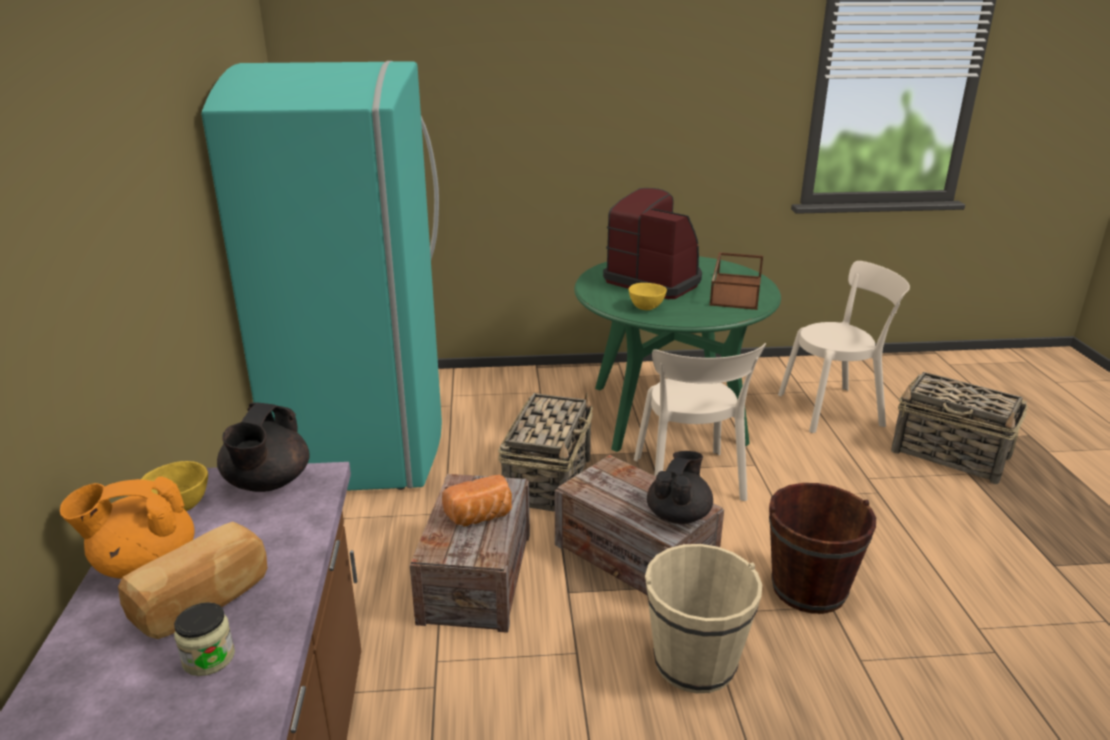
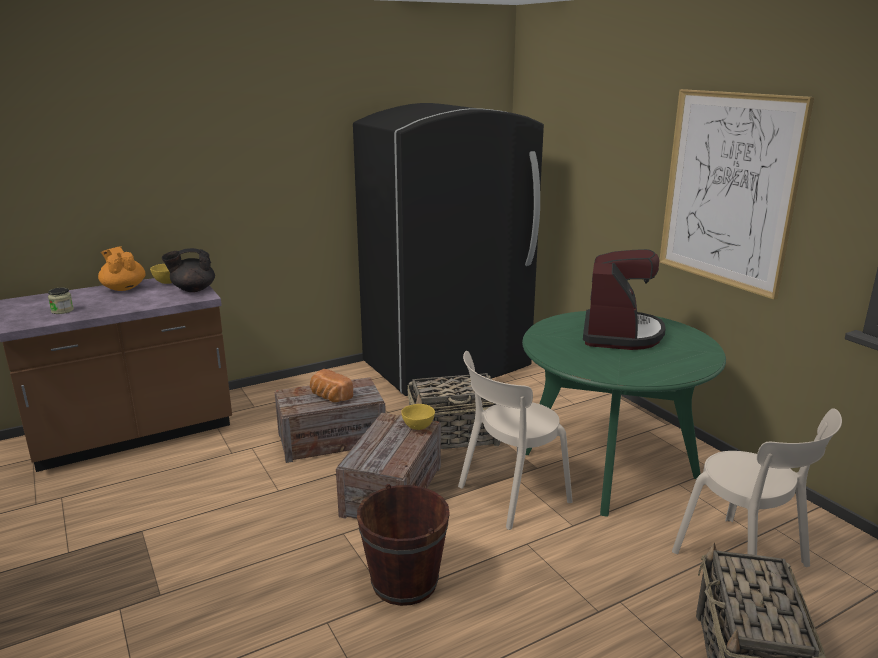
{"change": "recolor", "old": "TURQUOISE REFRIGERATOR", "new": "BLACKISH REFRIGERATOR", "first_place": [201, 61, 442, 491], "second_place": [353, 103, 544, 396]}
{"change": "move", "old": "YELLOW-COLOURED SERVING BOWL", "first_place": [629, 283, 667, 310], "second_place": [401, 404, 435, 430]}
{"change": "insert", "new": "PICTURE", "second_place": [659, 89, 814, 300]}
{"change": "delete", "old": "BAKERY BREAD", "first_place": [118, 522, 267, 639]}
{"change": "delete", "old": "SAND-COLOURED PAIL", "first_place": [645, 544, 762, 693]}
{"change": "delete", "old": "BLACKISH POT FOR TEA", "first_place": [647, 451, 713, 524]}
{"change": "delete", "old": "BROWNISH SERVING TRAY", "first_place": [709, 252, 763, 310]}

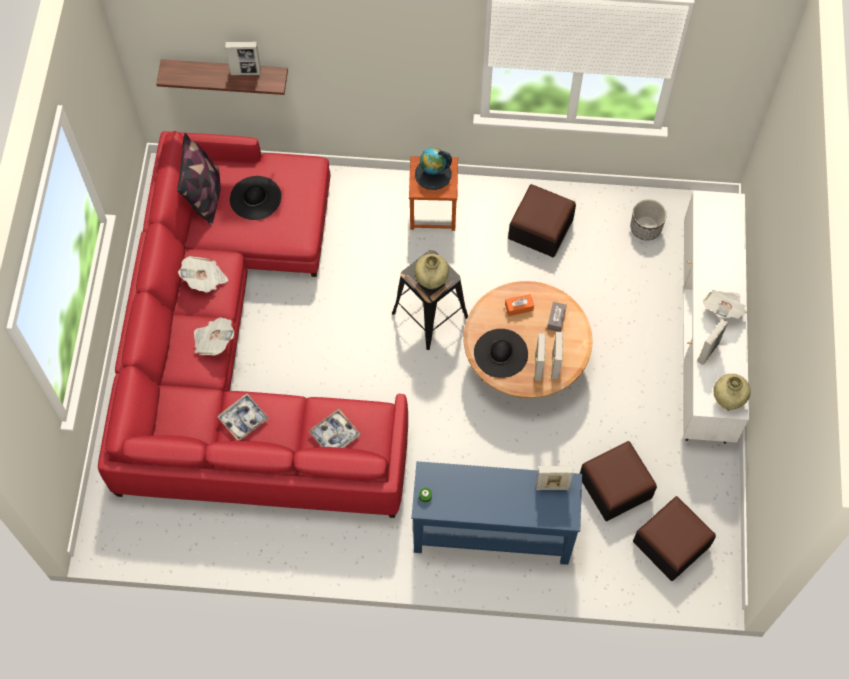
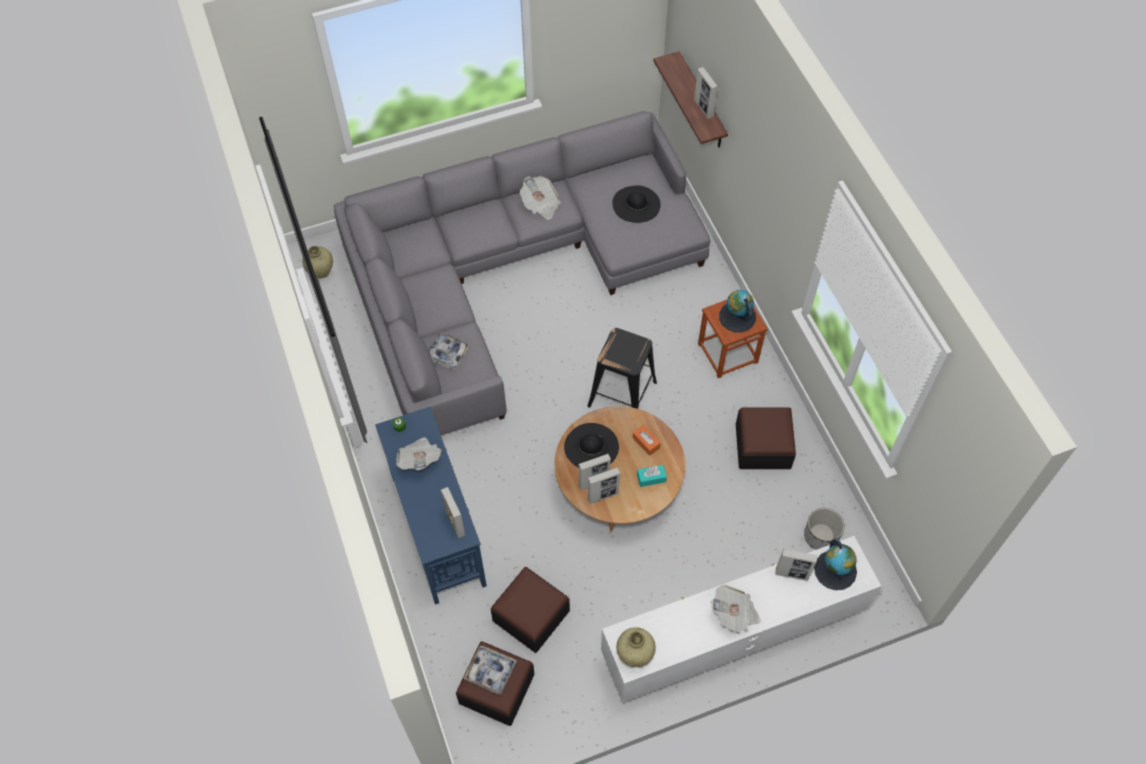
{"change": "move", "old": "SAND-COLOURED DECORATIVE VASE", "first_place": [414, 254, 449, 289], "second_place": [302, 246, 333, 279]}
{"change": "recolor", "old": "RED-COLOURED SOFA", "new": "GREYISH SOFA", "first_place": [98, 131, 408, 518], "second_place": [334, 111, 710, 435]}
{"change": "move", "old": "DAILY PAPER", "first_place": [194, 317, 234, 356], "second_place": [396, 438, 442, 471]}
{"change": "move", "old": "SERVING TRAY", "first_place": [218, 394, 269, 440], "second_place": [463, 645, 517, 695]}
{"change": "recolor", "old": "GREYISH TISSUE BOX", "new": "TURQUOISE TISSUE BOX", "first_place": [547, 302, 567, 332], "second_place": [637, 465, 667, 487]}
{"change": "move", "old": "STANDING FRAME", "first_place": [697, 319, 728, 365], "second_place": [775, 549, 817, 581]}
{"change": "insert", "new": "WORLD GLOBE", "second_place": [814, 538, 857, 590]}
{"change": "delete", "old": "THROW PILLOW", "first_place": [177, 133, 220, 226]}

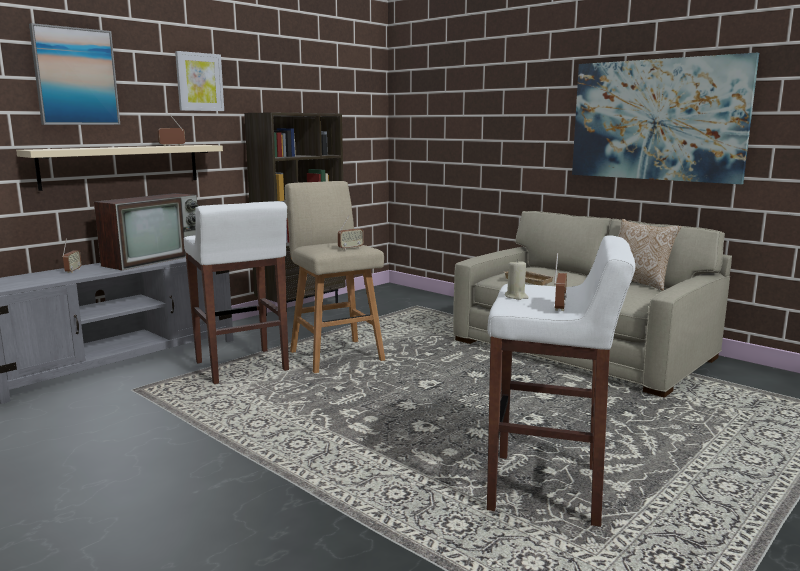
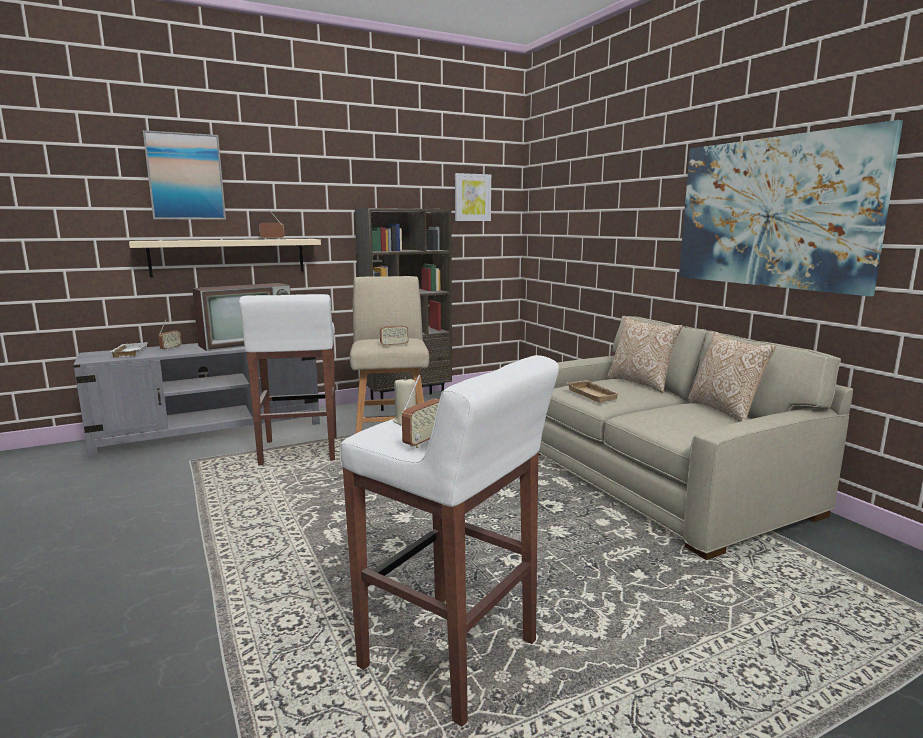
{"change": "insert", "new": "WHITE-COLOURED SERVING TRAY", "second_place": [110, 342, 148, 358]}
{"change": "move", "old": "PICTURE", "first_place": [175, 51, 224, 111], "second_place": [455, 173, 491, 221]}
{"change": "insert", "new": "THROW PILLOW", "second_place": [607, 317, 683, 393]}

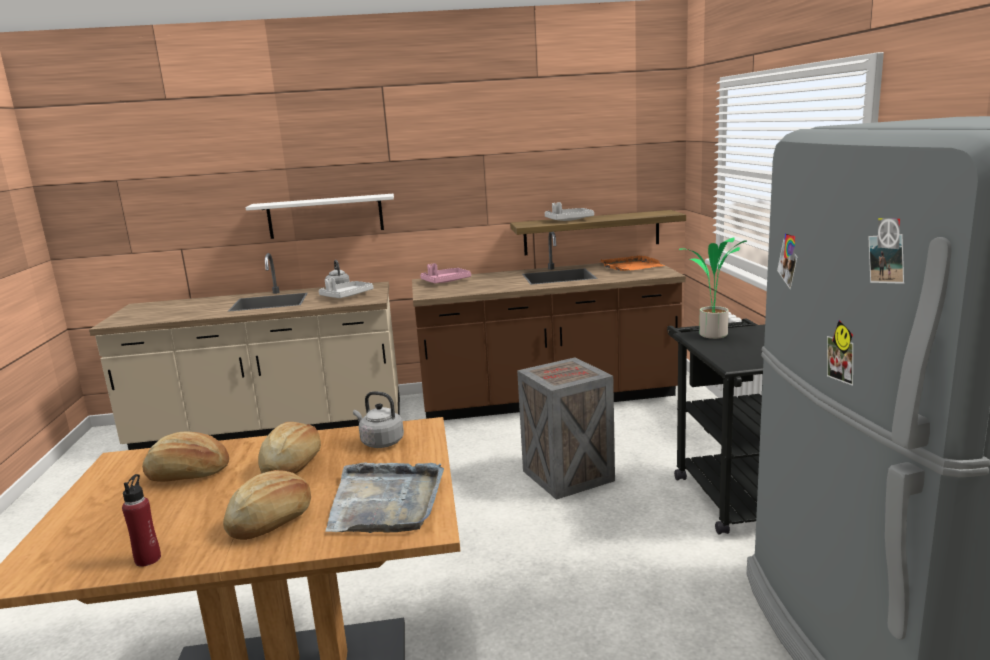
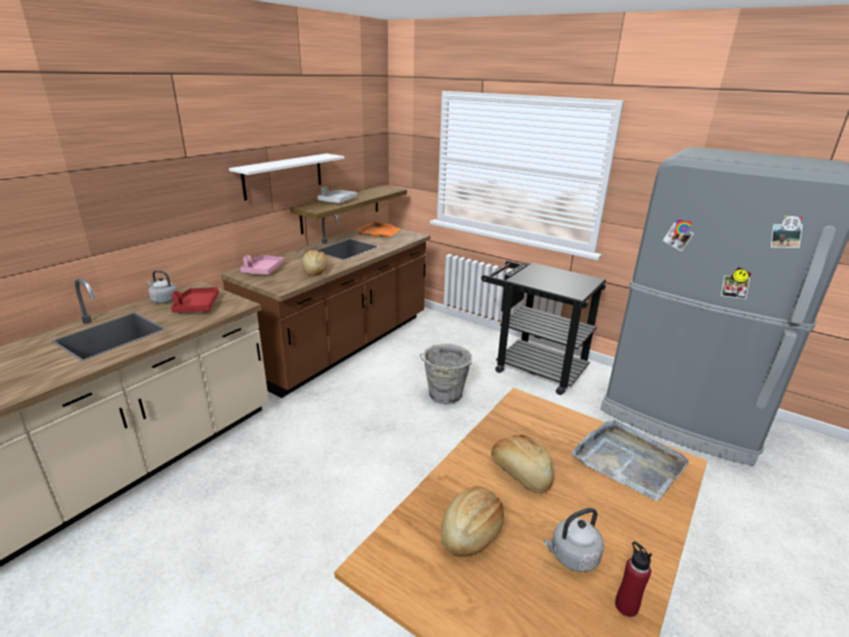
{"change": "recolor", "old": "GREYISH SERVING TRAY", "new": "RED-COLOURED SERVING TRAY", "first_place": [319, 278, 373, 298], "second_place": [171, 287, 219, 313]}
{"change": "move", "old": "WHITE-COLOURED SHELF", "first_place": [245, 194, 394, 239], "second_place": [229, 153, 345, 201]}
{"change": "move", "old": "BAKERY BREAD", "first_place": [223, 470, 311, 540], "second_place": [302, 250, 328, 276]}
{"change": "replace", "old": "SHIPPING CRATE", "new": "GREYISH PAIL", "first_place": [517, 357, 615, 500], "second_place": [420, 344, 472, 404]}
{"change": "move", "old": "GREYISH KETTLE", "first_place": [353, 391, 404, 448], "second_place": [543, 508, 604, 572]}
{"change": "delete", "old": "PLANT IN A POT", "first_place": [679, 237, 747, 339]}

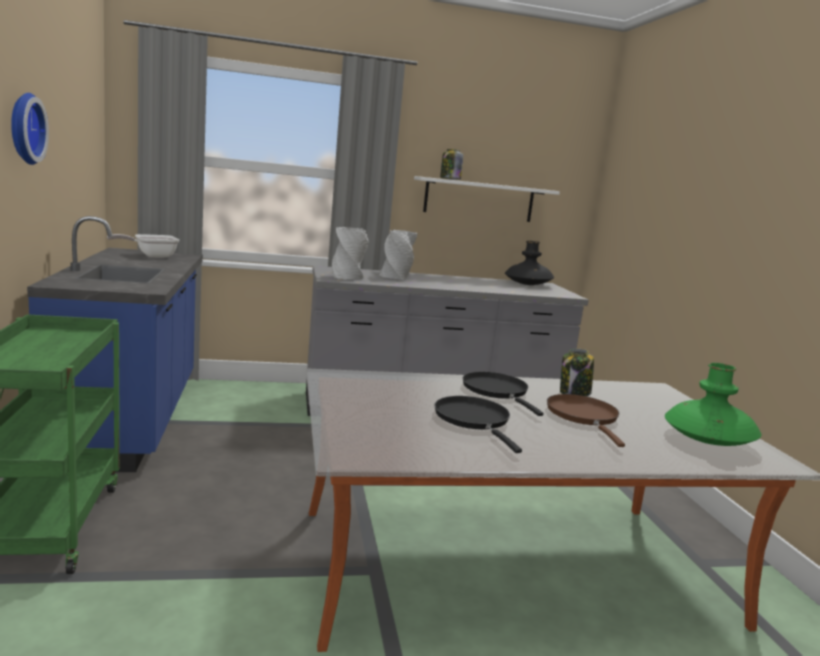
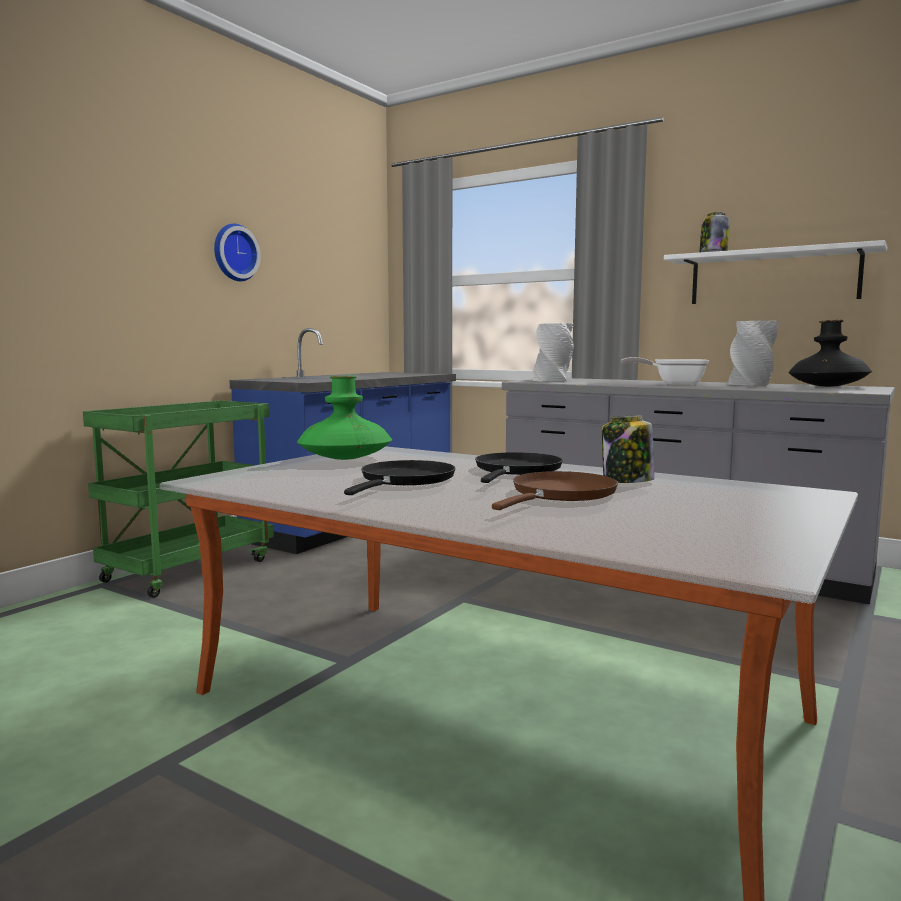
{"change": "move", "old": "GREEN-COLOURED DECORATIVE VASE", "first_place": [665, 363, 762, 446], "second_place": [297, 376, 392, 460]}
{"change": "move", "old": "PAN", "first_place": [107, 234, 179, 257], "second_place": [621, 357, 709, 385]}
{"change": "move", "old": "GREYISH DECORATIVE VASE", "first_place": [380, 230, 418, 280], "second_place": [727, 320, 779, 386]}

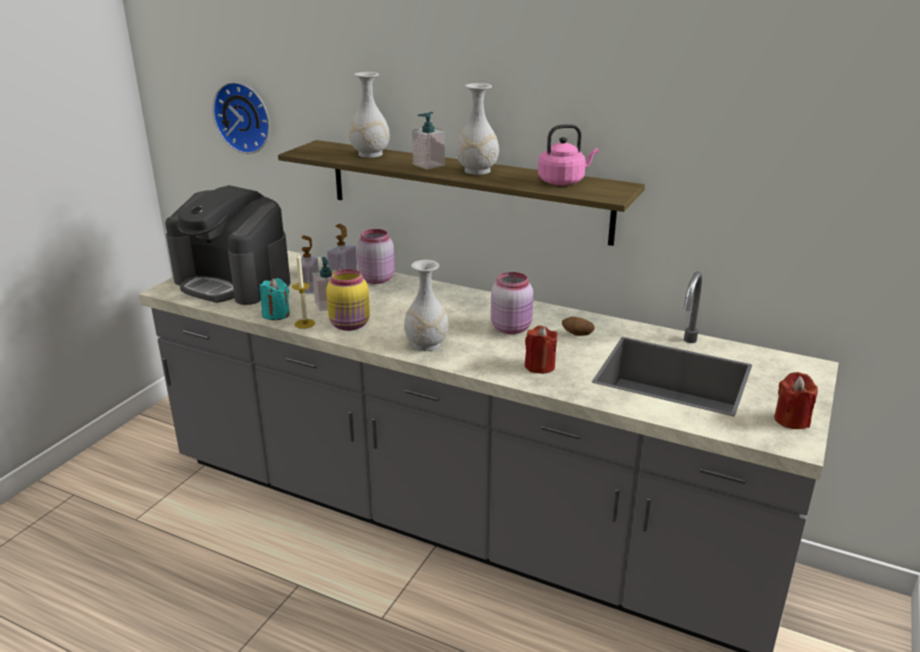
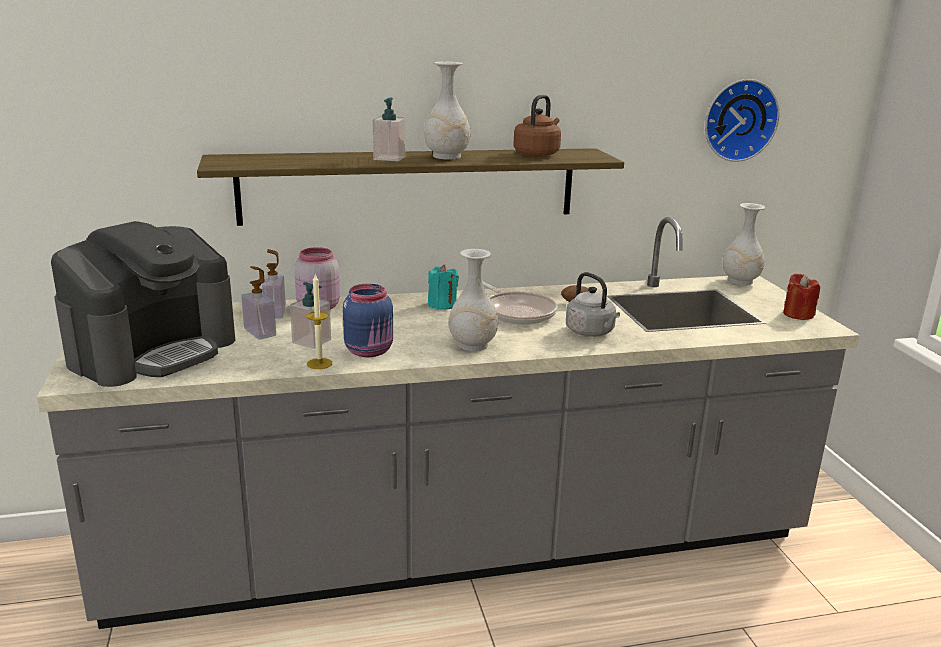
{"change": "rotate", "old": "COFFEE MACHINE", "first_place": [165, 185, 290, 305], "second_place": [51, 221, 235, 387], "degrees": -45}
{"change": "recolor", "old": "YELLOW-COLOURED STORAGE JAR", "new": "BLUE STORAGE JAR", "first_place": [326, 269, 370, 331], "second_place": [343, 284, 393, 357]}
{"change": "move", "old": "TURQUOISE WAX LIGHT", "first_place": [260, 278, 290, 320], "second_place": [428, 264, 459, 310]}
{"change": "replace", "old": "PINK STORAGE JAR", "new": "PAN", "first_place": [491, 272, 533, 334], "second_place": [482, 281, 558, 325]}
{"change": "recolor", "old": "PINK KETTLE", "new": "BROWNISH KETTLE", "first_place": [538, 124, 599, 185], "second_place": [513, 95, 561, 157]}
{"change": "replace", "old": "RED-COLOURED WAX LIGHT", "new": "GREYISH KETTLE", "first_place": [525, 326, 558, 374], "second_place": [566, 272, 620, 337]}
{"change": "move", "old": "CLOCK ON THE WALL", "first_place": [212, 82, 270, 154], "second_place": [705, 79, 779, 162]}
{"change": "move", "old": "WHITE-COLOURED DECORATIVE VASE", "first_place": [349, 72, 390, 158], "second_place": [723, 203, 765, 285]}

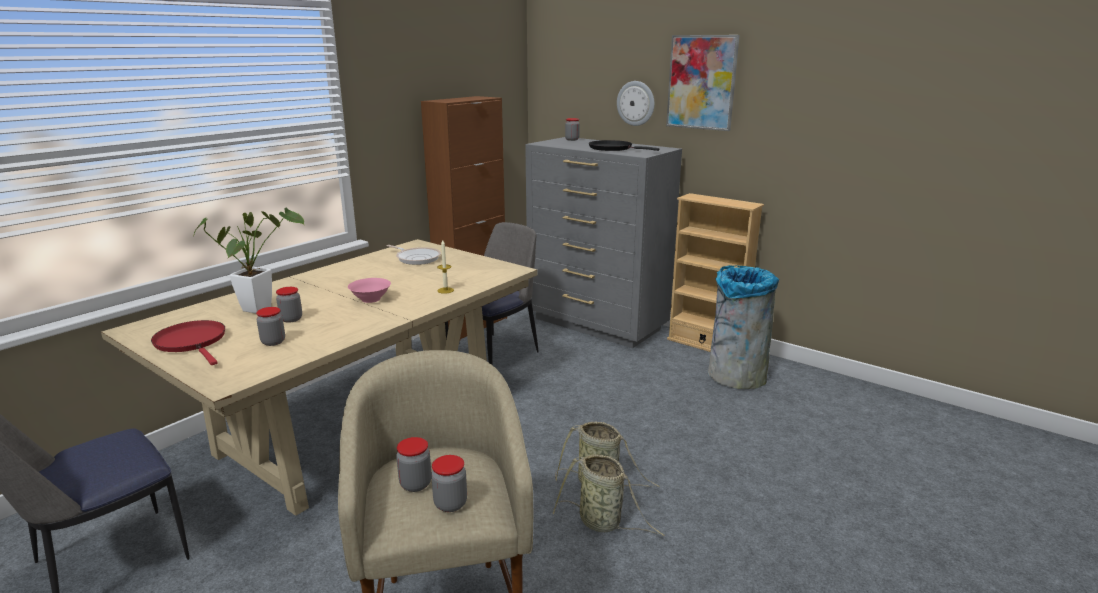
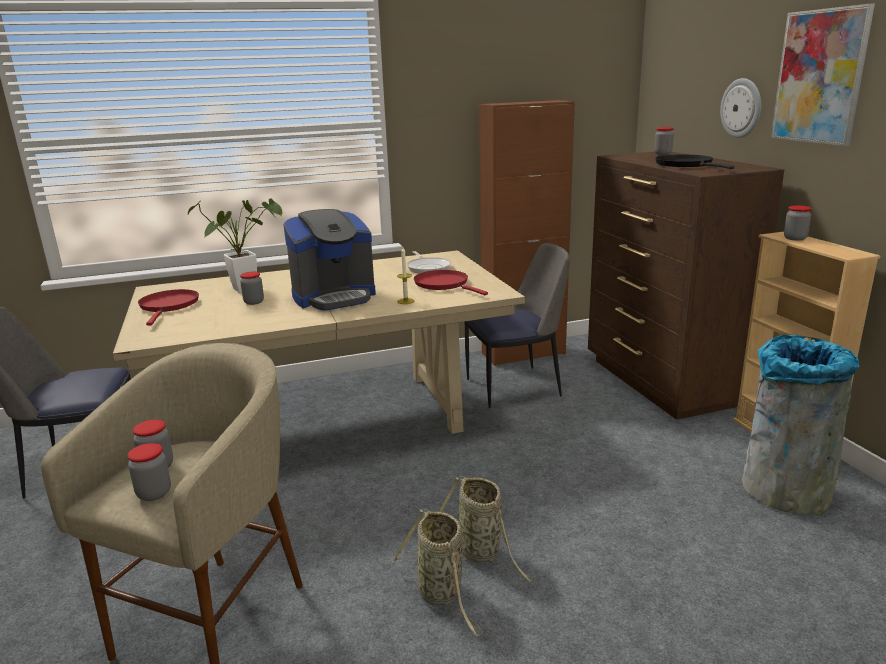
{"change": "replace", "old": "PINK SERVING BOWL", "new": "COFFEE MACHINE", "first_place": [348, 278, 391, 303], "second_place": [284, 209, 376, 311]}
{"change": "insert", "new": "RED-COLOURED PAN", "second_place": [414, 270, 488, 295]}
{"change": "recolor", "old": "GREYISH DRESSER", "new": "BROWNISH DRESSER", "first_place": [525, 137, 682, 348], "second_place": [588, 152, 784, 420]}
{"change": "move", "old": "STORAGE JAR", "first_place": [256, 307, 285, 346], "second_place": [784, 206, 812, 241]}

